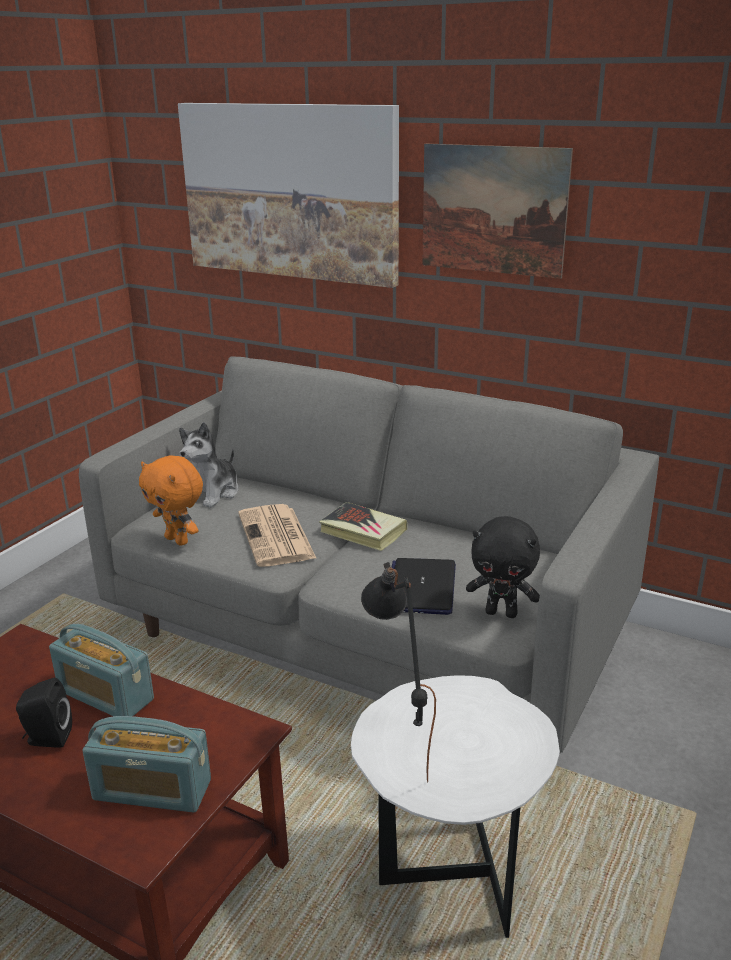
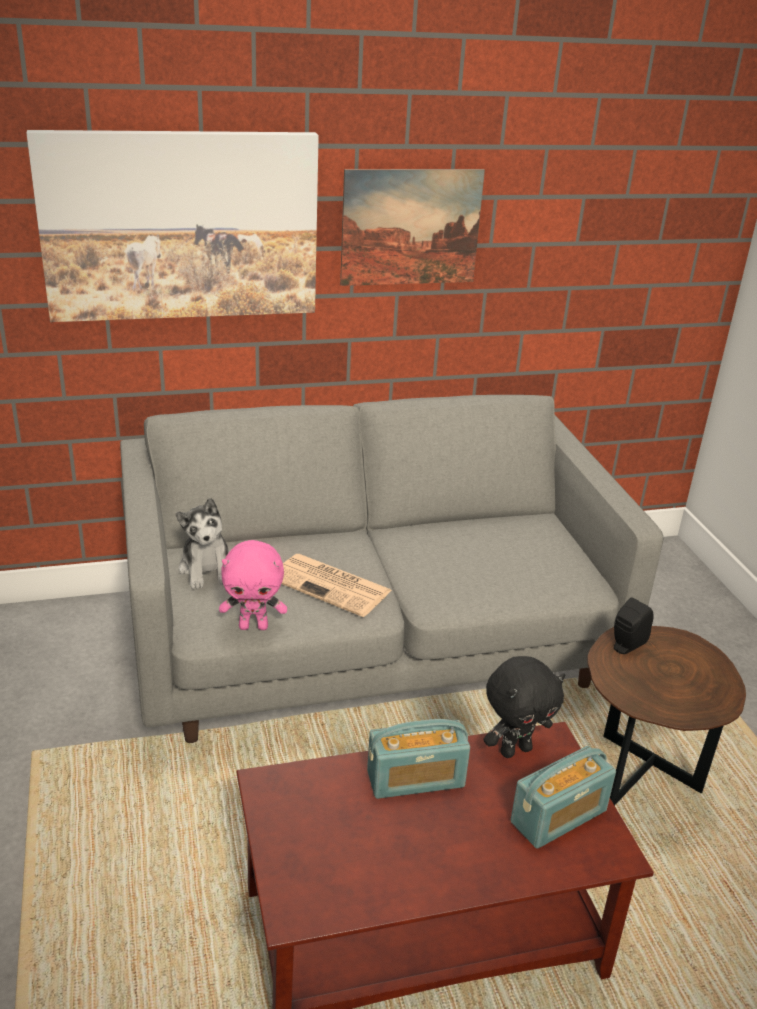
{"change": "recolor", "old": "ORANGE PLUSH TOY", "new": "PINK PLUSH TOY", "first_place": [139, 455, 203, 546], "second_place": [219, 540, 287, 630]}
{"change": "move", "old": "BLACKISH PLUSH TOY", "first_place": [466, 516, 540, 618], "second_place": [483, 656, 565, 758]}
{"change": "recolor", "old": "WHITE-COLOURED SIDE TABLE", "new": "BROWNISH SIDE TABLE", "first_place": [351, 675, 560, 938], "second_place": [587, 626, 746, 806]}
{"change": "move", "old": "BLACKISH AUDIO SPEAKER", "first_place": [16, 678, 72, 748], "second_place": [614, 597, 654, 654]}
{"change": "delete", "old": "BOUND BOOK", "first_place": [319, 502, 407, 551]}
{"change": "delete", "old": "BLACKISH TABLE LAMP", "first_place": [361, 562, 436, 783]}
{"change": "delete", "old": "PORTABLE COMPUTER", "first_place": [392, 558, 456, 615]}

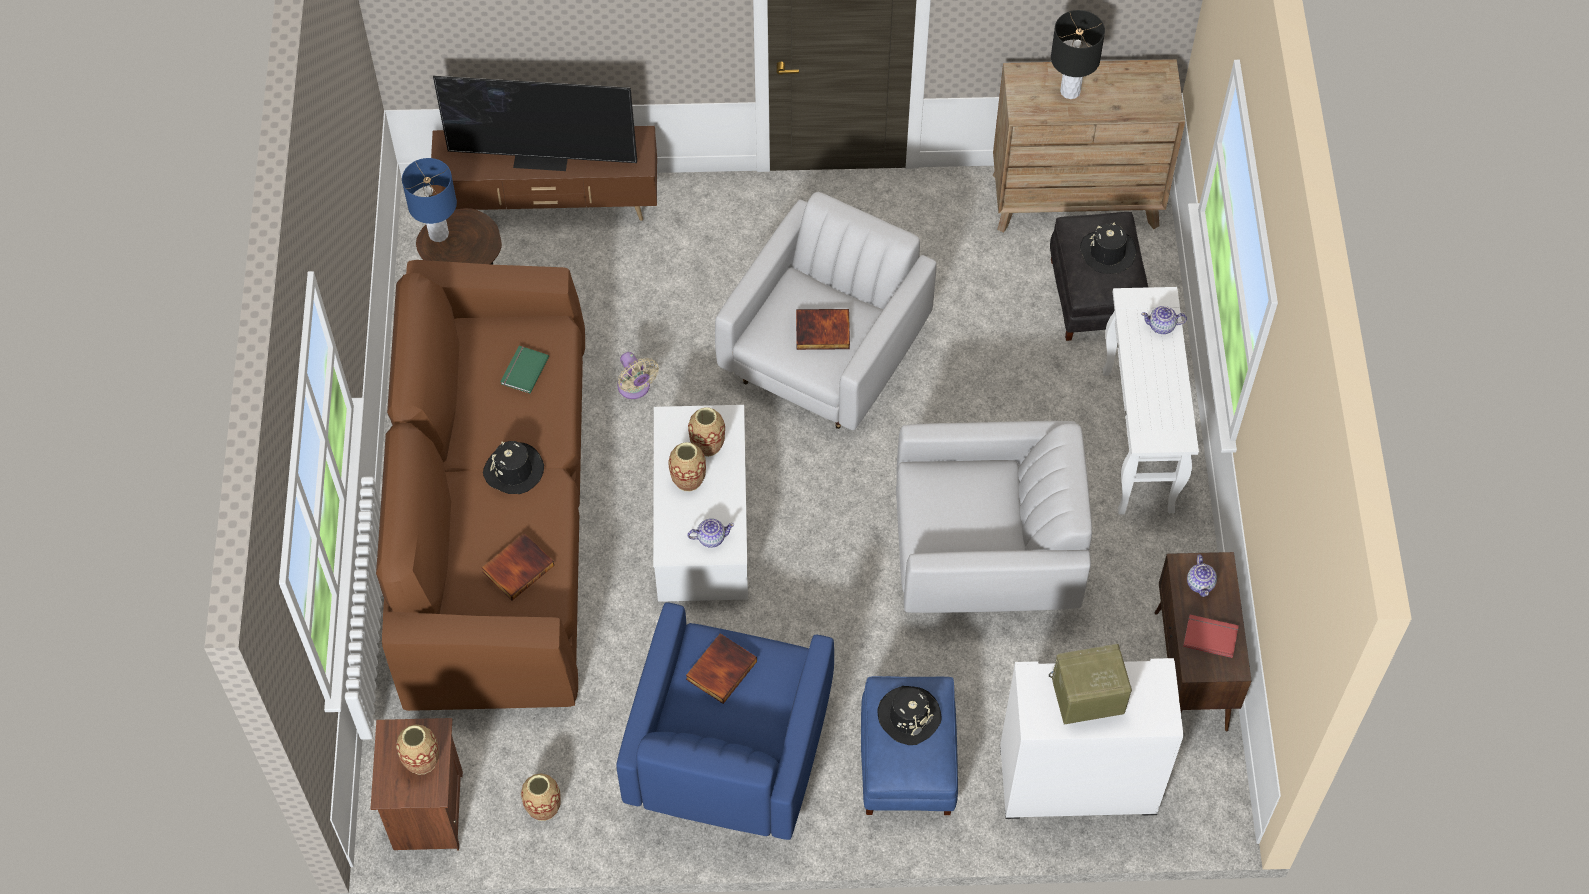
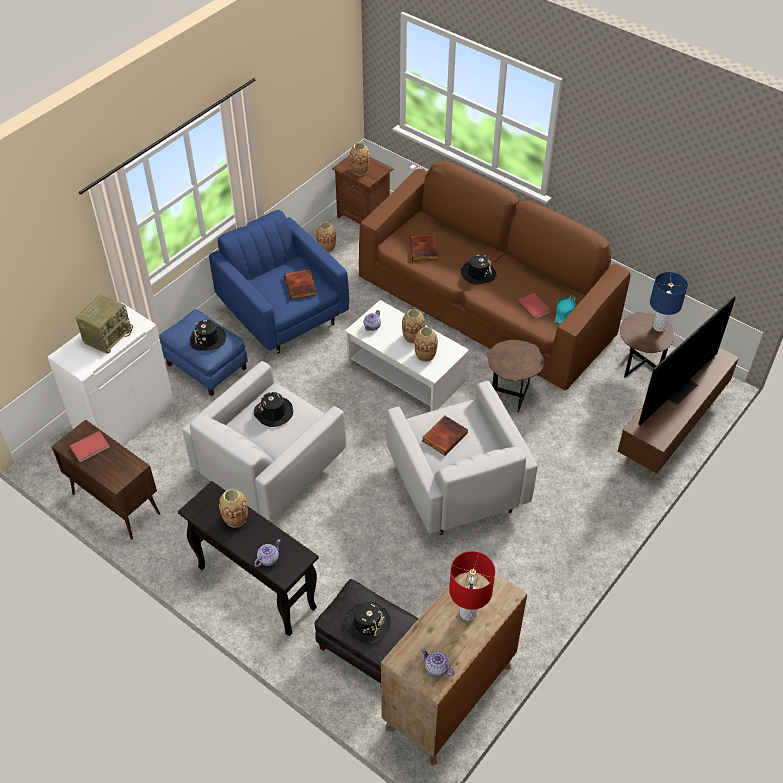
{"change": "recolor", "old": "WHITE-COLOURED HALL TABLE", "new": "BLACKISH HALL TABLE", "first_place": [1103, 287, 1199, 515], "second_place": [178, 481, 319, 636]}
{"change": "insert", "new": "DECORATIVE VASE", "second_place": [219, 489, 248, 528]}
{"change": "insert", "new": "BLACKISH CLOTHING HAT", "second_place": [254, 391, 293, 427]}
{"change": "move", "old": "POT FOR TEA", "first_place": [1187, 555, 1217, 597], "second_place": [421, 648, 455, 677]}
{"change": "recolor", "old": "BLACKISH TABLE LAMP", "new": "RED-COLOURED TABLE LAMP", "first_place": [1051, 10, 1105, 99], "second_place": [449, 551, 495, 621]}
{"change": "replace", "old": "SAND-COLOURED ELECTRIC FAN", "new": "BROWNISH SIDE TABLE", "first_place": [617, 352, 659, 399], "second_place": [488, 340, 545, 413]}
{"change": "recolor", "old": "GREEN-COLOURED BOUND BOOK", "new": "RED-COLOURED BOUND BOOK", "first_place": [500, 346, 549, 394], "second_place": [518, 293, 551, 319]}
{"change": "insert", "new": "TURQUOISE CLOTHING HAT", "second_place": [554, 296, 576, 324]}

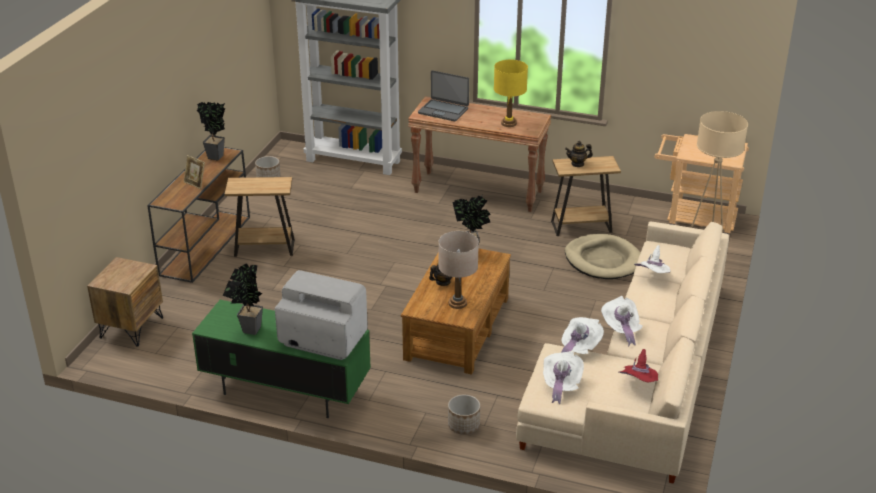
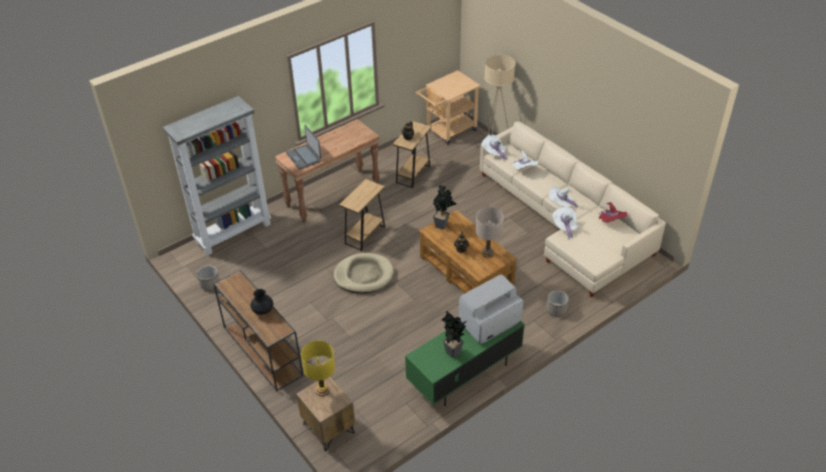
{"change": "replace", "old": "STANDING FRAME", "new": "BLACKISH DECORATIVE VASE", "first_place": [184, 155, 205, 189], "second_place": [251, 289, 273, 315]}
{"change": "rotate", "old": "PORTABLE COMPUTER", "first_place": [418, 70, 469, 122], "second_place": [286, 125, 321, 170], "degrees": 90}
{"change": "move", "old": "YELLOW-COLOURED TABLE LAMP", "first_place": [494, 60, 528, 127], "second_place": [301, 341, 335, 396]}
{"change": "move", "old": "SAND-COLOURED DOG CUSHION", "first_place": [565, 234, 640, 279], "second_place": [334, 253, 394, 293]}
{"change": "move", "old": "BROWNISH SIDE TABLE", "first_place": [224, 177, 295, 257], "second_place": [339, 179, 385, 251]}
{"change": "move", "old": "WHITE-COLOURED CLOTHING HAT", "first_place": [543, 351, 584, 404], "second_place": [482, 134, 507, 160]}
{"change": "delete", "old": "PLANT IN A POT", "first_place": [197, 102, 225, 160]}

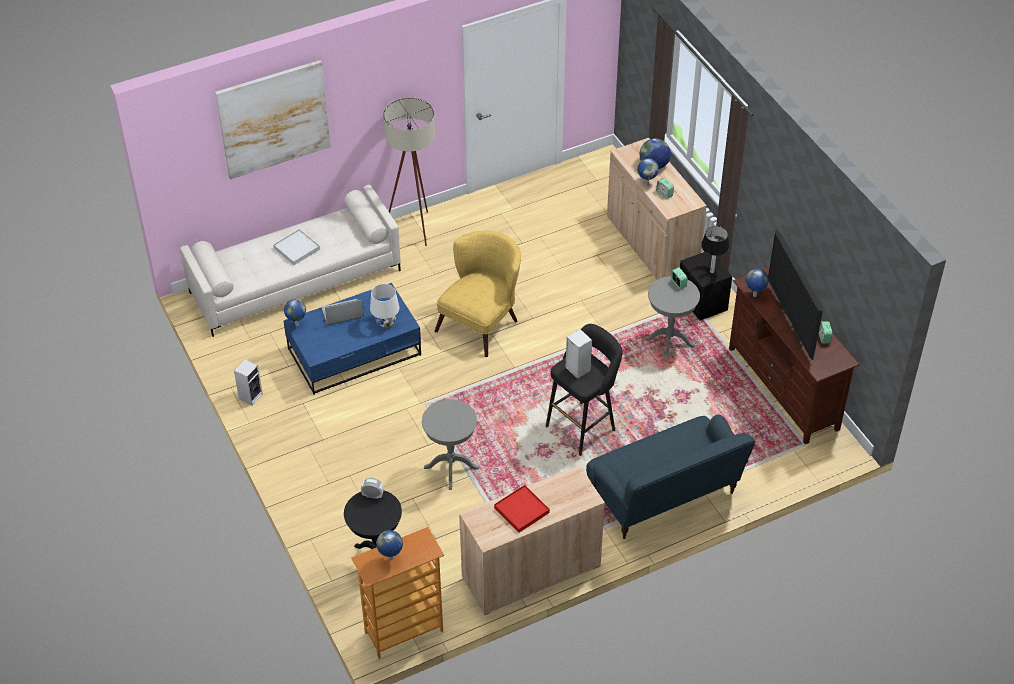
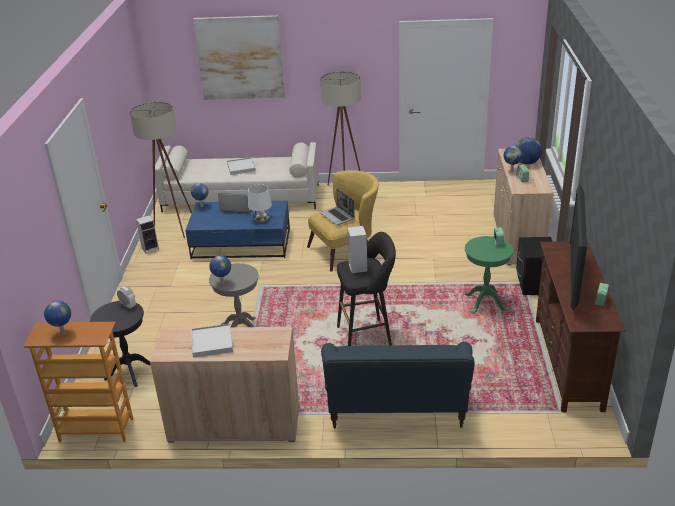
{"change": "insert", "new": "SAND-COLOURED STANDARD LAMP", "second_place": [130, 102, 192, 238]}
{"change": "recolor", "old": "RED-COLOURED SERVING TRAY", "new": "WHITE-COLOURED SERVING TRAY", "first_place": [494, 485, 550, 533], "second_place": [191, 323, 233, 358]}
{"change": "move", "old": "WORLD GLOBE", "first_place": [746, 269, 769, 297], "second_place": [209, 255, 231, 285]}
{"change": "insert", "new": "PORTABLE COMPUTER", "second_place": [320, 189, 355, 225]}
{"change": "recolor", "old": "GREYISH SIDE TABLE", "new": "GREEN-COLOURED SIDE TABLE", "first_place": [644, 276, 700, 361], "second_place": [464, 236, 513, 314]}
{"change": "delete", "old": "TABLE LAMP", "first_place": [701, 226, 729, 273]}

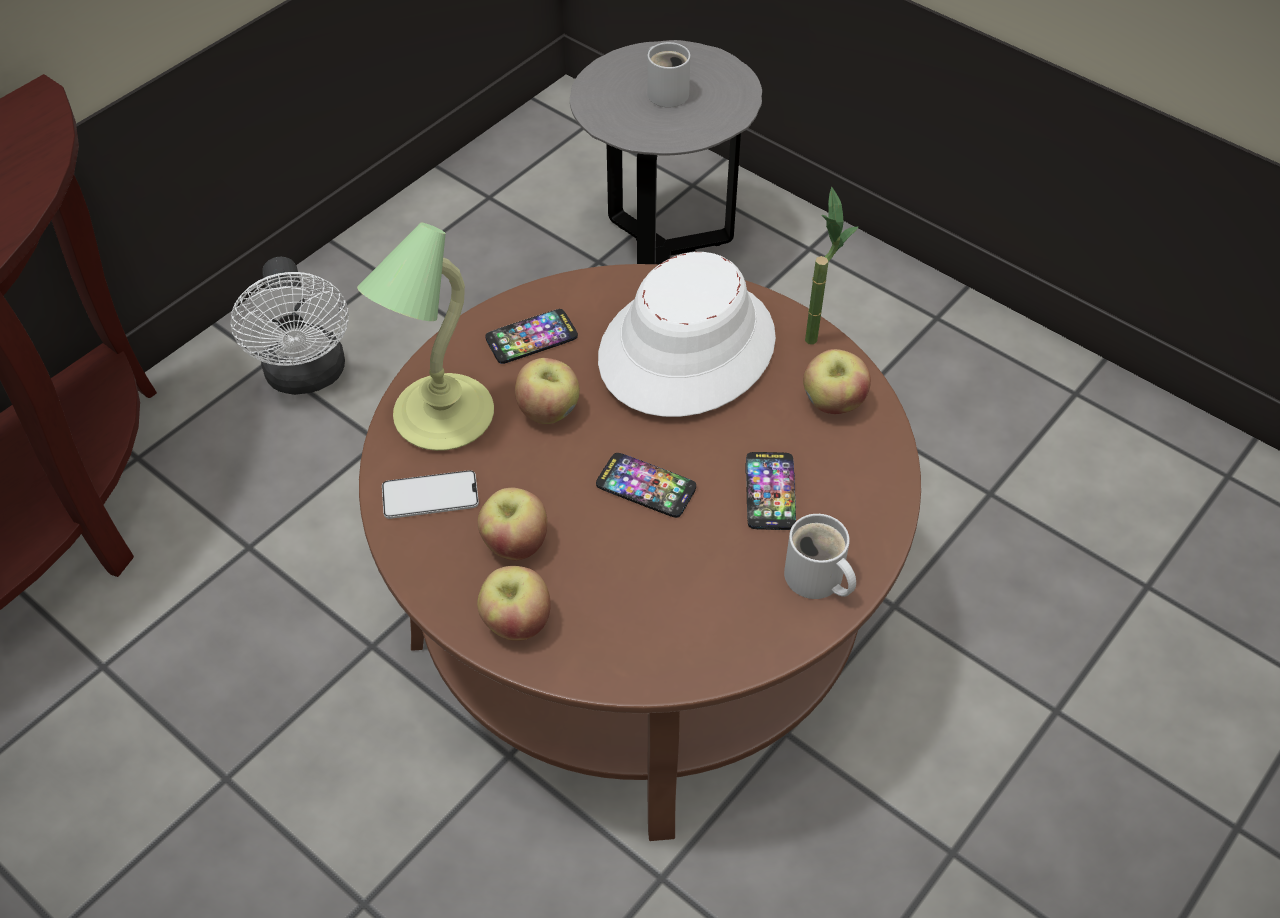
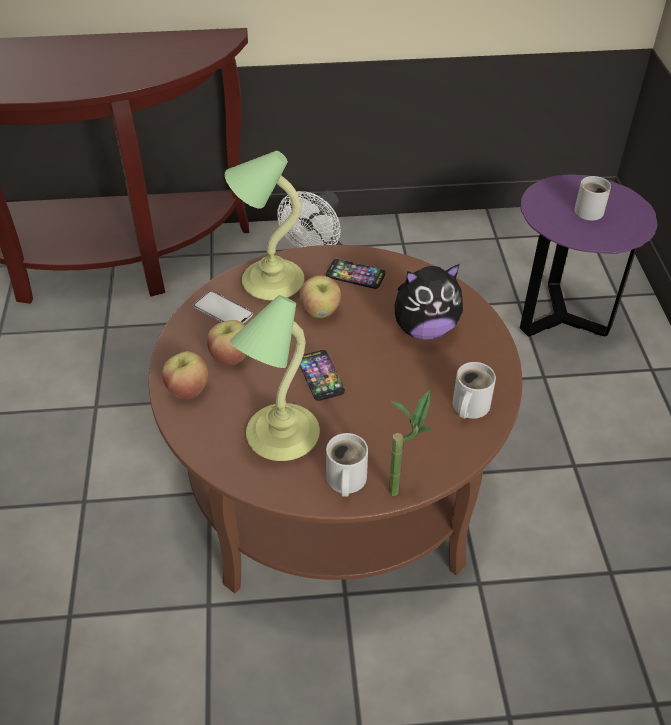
{"change": "insert", "new": "TABLE LAMP", "second_place": [230, 295, 320, 461]}
{"change": "move", "old": "PLANT IN A POT", "first_place": [805, 187, 859, 344], "second_place": [389, 389, 432, 496]}
{"change": "replace", "old": "WHITE-COLOURED CLOTHING HAT", "new": "PLUSH TOY", "first_place": [598, 252, 776, 417], "second_place": [394, 264, 463, 340]}
{"change": "replace", "old": "APPLE FRUIT", "new": "WHITE-COLOURED TEA MUG", "first_place": [803, 349, 871, 414], "second_place": [453, 362, 496, 419]}
{"change": "recolor", "old": "GREYISH SIDE TABLE", "new": "PURPLE SIDE TABLE", "first_place": [570, 40, 762, 264], "second_place": [520, 174, 657, 336]}
{"change": "delete", "old": "TELEPHONE", "first_place": [745, 452, 796, 530]}

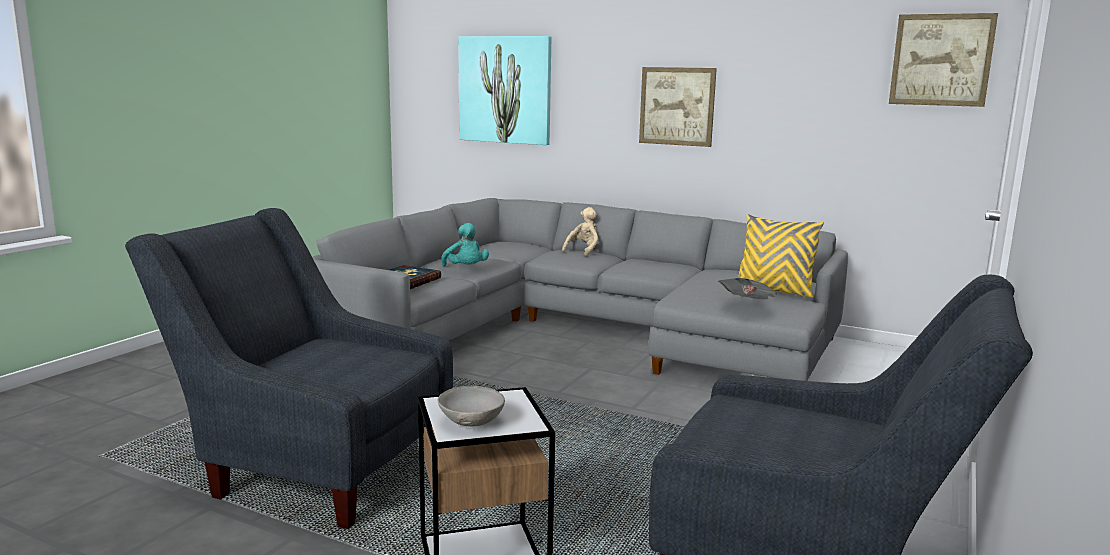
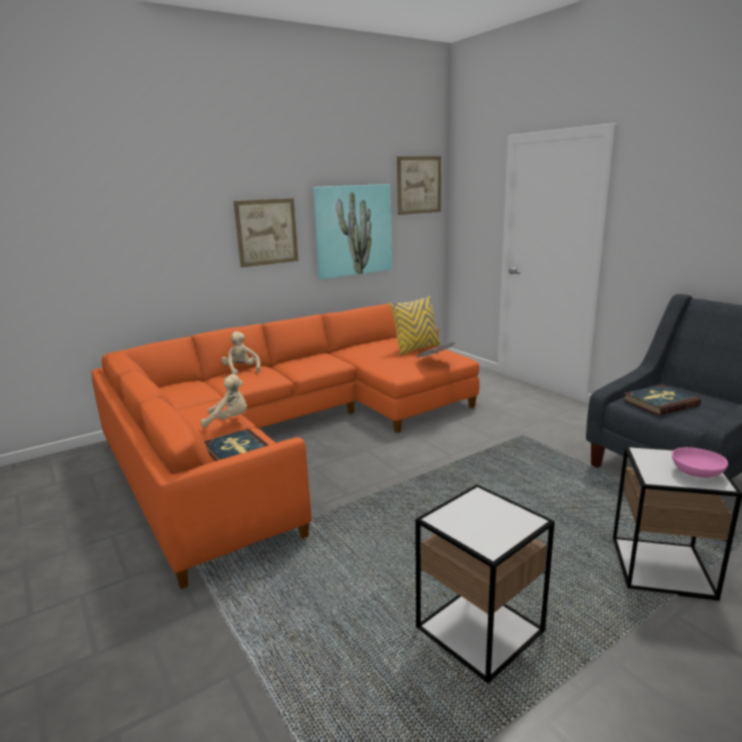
{"change": "recolor", "old": "GREYISH SOFA", "new": "ORANGE SOFA", "first_place": [312, 198, 848, 381], "second_place": [91, 304, 480, 589]}
{"change": "recolor", "old": "TURQUOISE PLUSH TOY", "new": "SAND-COLOURED PLUSH TOY", "first_place": [441, 223, 489, 267], "second_place": [201, 374, 247, 428]}
{"change": "move", "old": "PICTURE", "first_place": [458, 36, 551, 145], "second_place": [313, 184, 392, 279]}
{"change": "replace", "old": "GREYISH ARMCHAIR", "new": "SIDE TABLE", "first_place": [125, 208, 453, 529], "second_place": [415, 484, 555, 684]}
{"change": "insert", "new": "BOUND BOOK", "second_place": [623, 384, 701, 416]}
{"change": "recolor", "old": "GREYISH SERVING BOWL", "new": "PINK SERVING BOWL", "first_place": [438, 386, 505, 427], "second_place": [672, 447, 728, 478]}

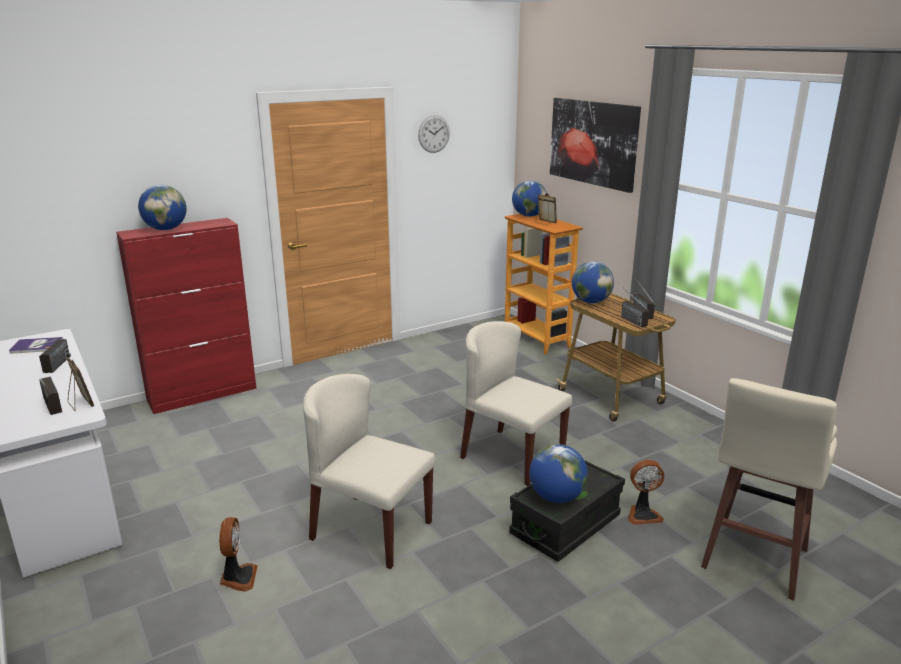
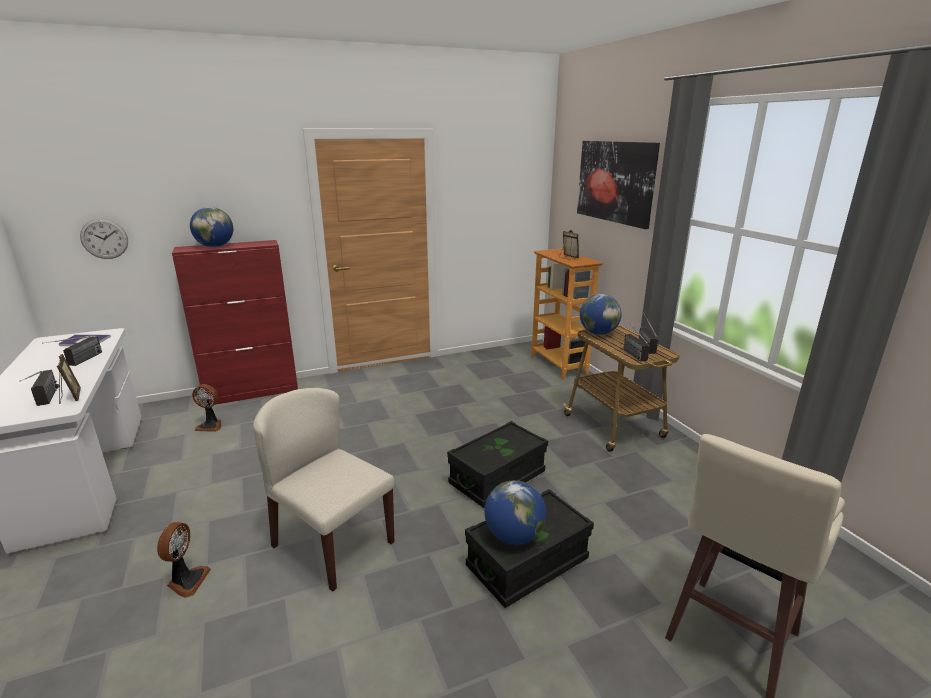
{"change": "move", "old": "CLOCK ON THE WALL", "first_place": [418, 115, 450, 153], "second_place": [80, 218, 128, 259]}
{"change": "move", "old": "ELECTRIC FAN", "first_place": [628, 460, 664, 525], "second_place": [192, 384, 221, 432]}
{"change": "replace", "old": "SAND-COLOURED UPRIGHT CHAIR", "new": "BLACKISH STORAGE BOX", "first_place": [460, 321, 572, 486], "second_place": [447, 421, 548, 508]}
{"change": "delete", "old": "WORLD GLOBE", "first_place": [512, 181, 547, 217]}

